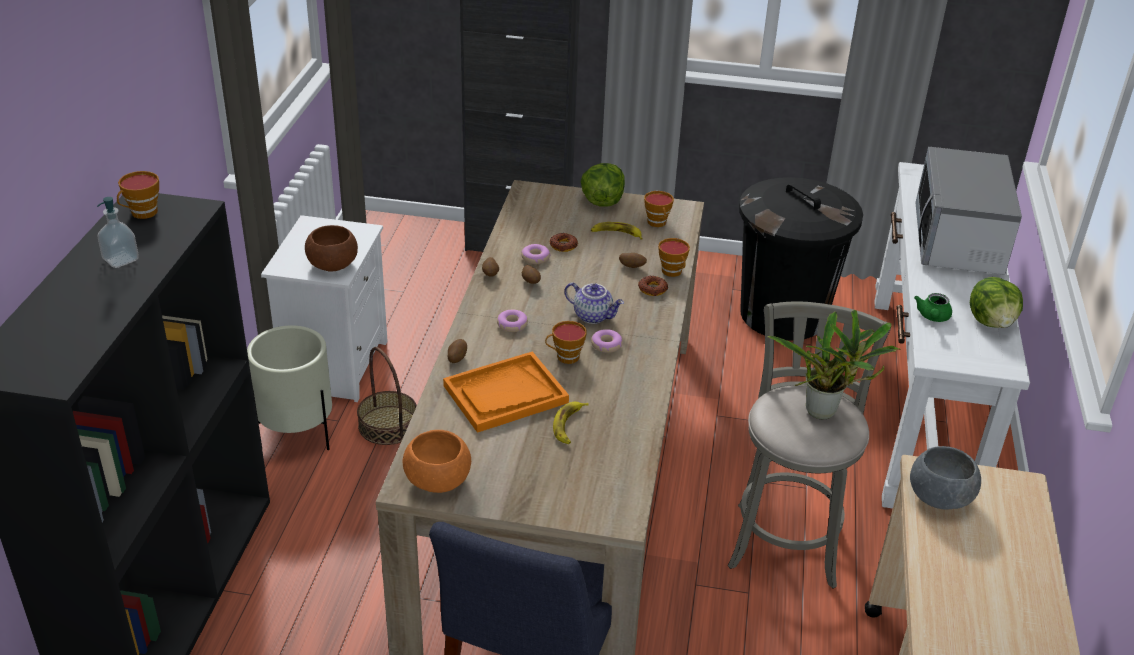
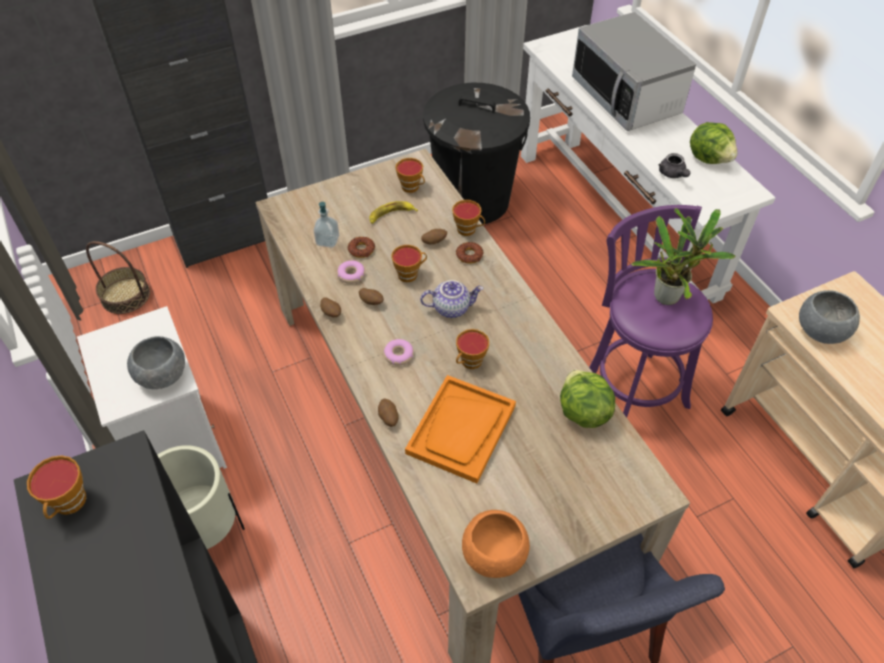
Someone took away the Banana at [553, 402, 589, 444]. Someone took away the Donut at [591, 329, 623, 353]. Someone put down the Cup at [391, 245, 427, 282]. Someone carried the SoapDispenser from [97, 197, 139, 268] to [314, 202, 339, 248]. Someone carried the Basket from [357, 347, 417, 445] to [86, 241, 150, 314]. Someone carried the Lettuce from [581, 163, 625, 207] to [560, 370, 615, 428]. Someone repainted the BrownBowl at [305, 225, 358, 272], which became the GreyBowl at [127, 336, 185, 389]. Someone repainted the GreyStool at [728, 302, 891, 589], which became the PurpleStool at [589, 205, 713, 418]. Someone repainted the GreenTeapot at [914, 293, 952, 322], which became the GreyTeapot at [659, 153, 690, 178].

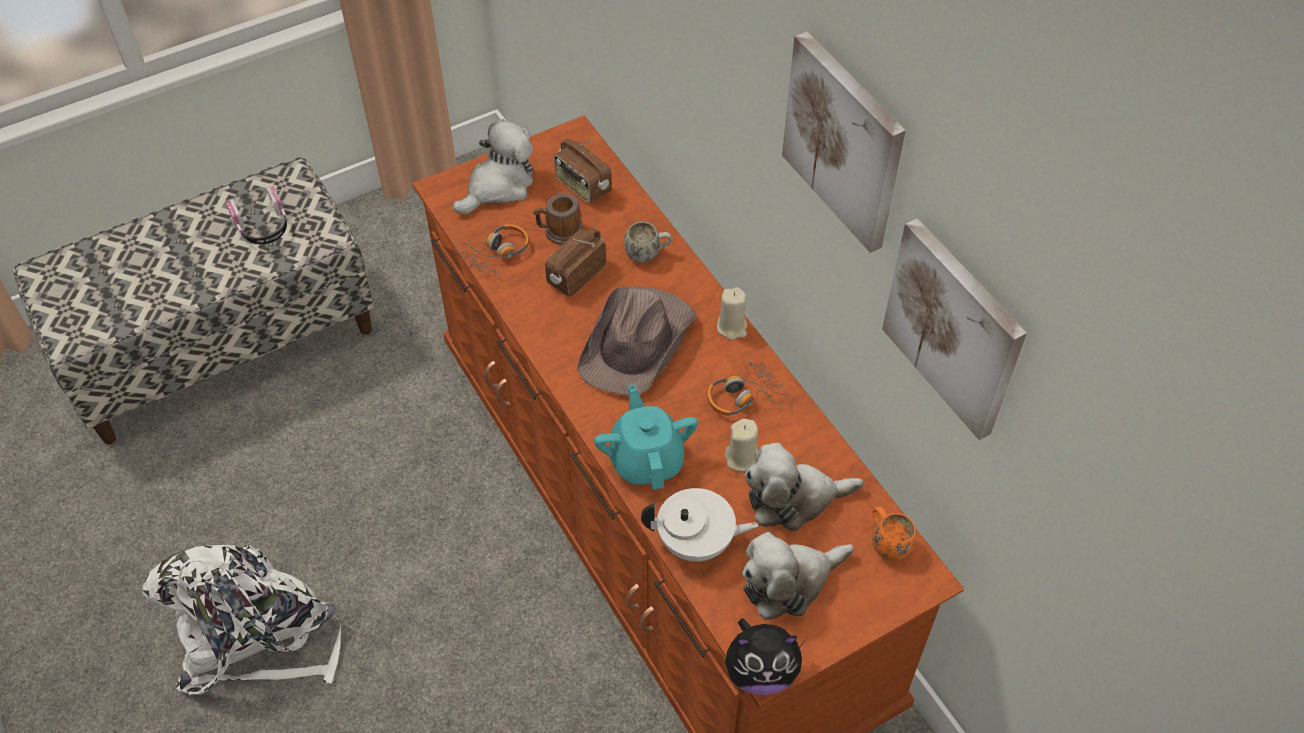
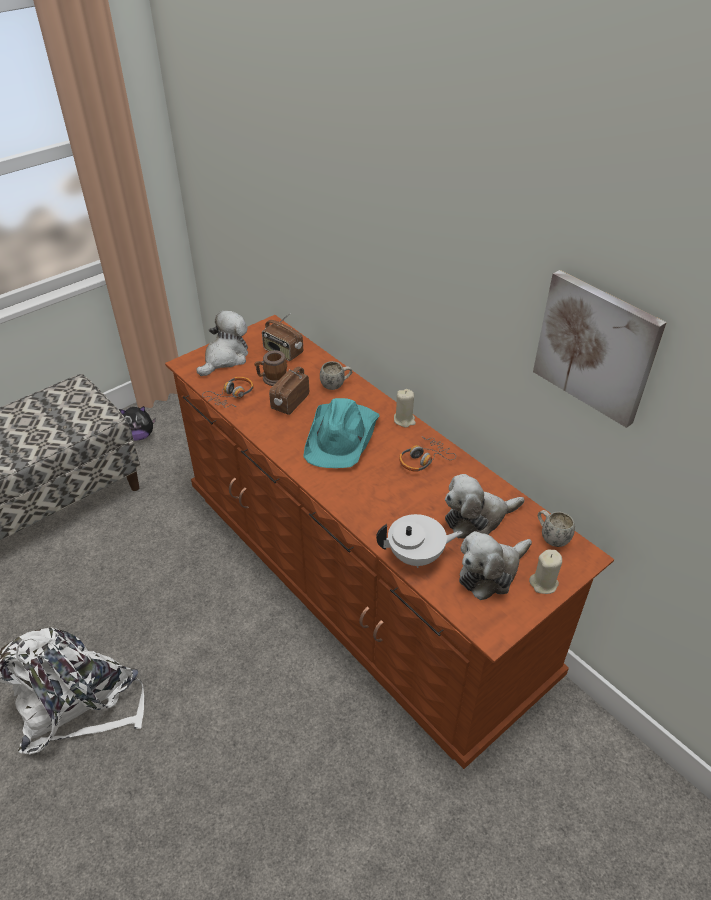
Someone took away the Headphones at [226, 186, 289, 244]. Someone took away the TurquoiseTeapot at [594, 384, 698, 489]. Someone took away the Picture at [782, 32, 906, 253]. Someone carried the BeigeCandle from [725, 419, 758, 472] to [529, 549, 562, 594]. Someone carried the PlushToy from [725, 618, 804, 695] to [119, 406, 156, 440]. Someone repainted the BrownHat at [577, 286, 697, 395], which became the TurquoiseHat at [303, 398, 380, 468]. Someone repainted the OrangeMug at [872, 507, 917, 561], which became the WhiteMug at [538, 510, 575, 547].

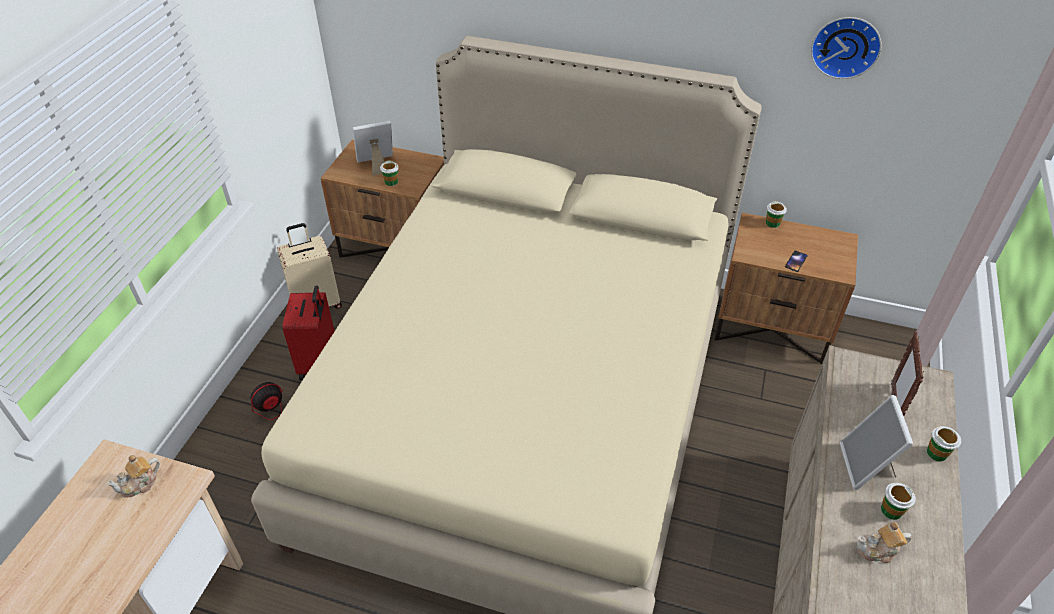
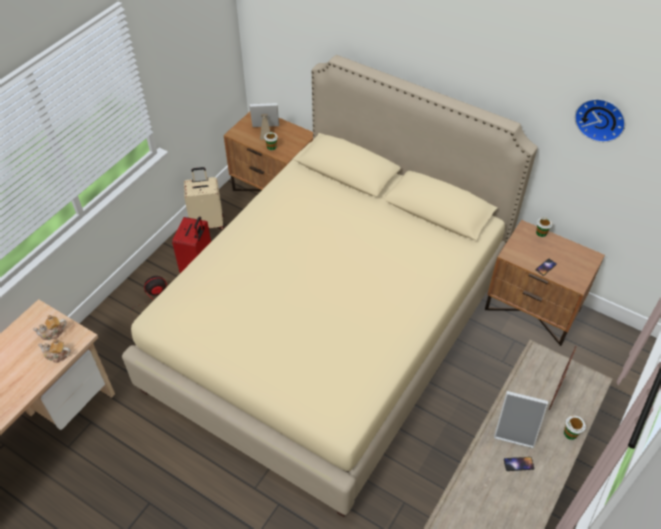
Someone carried the Teapot from [857, 522, 912, 563] to [38, 339, 71, 363]. Someone swapped the Cup at [881, 483, 916, 520] for the Phone at [504, 457, 535, 471]. Someone rotated the PictureFrame at [840, 395, 913, 490] by 90 degrees counterclockwise.

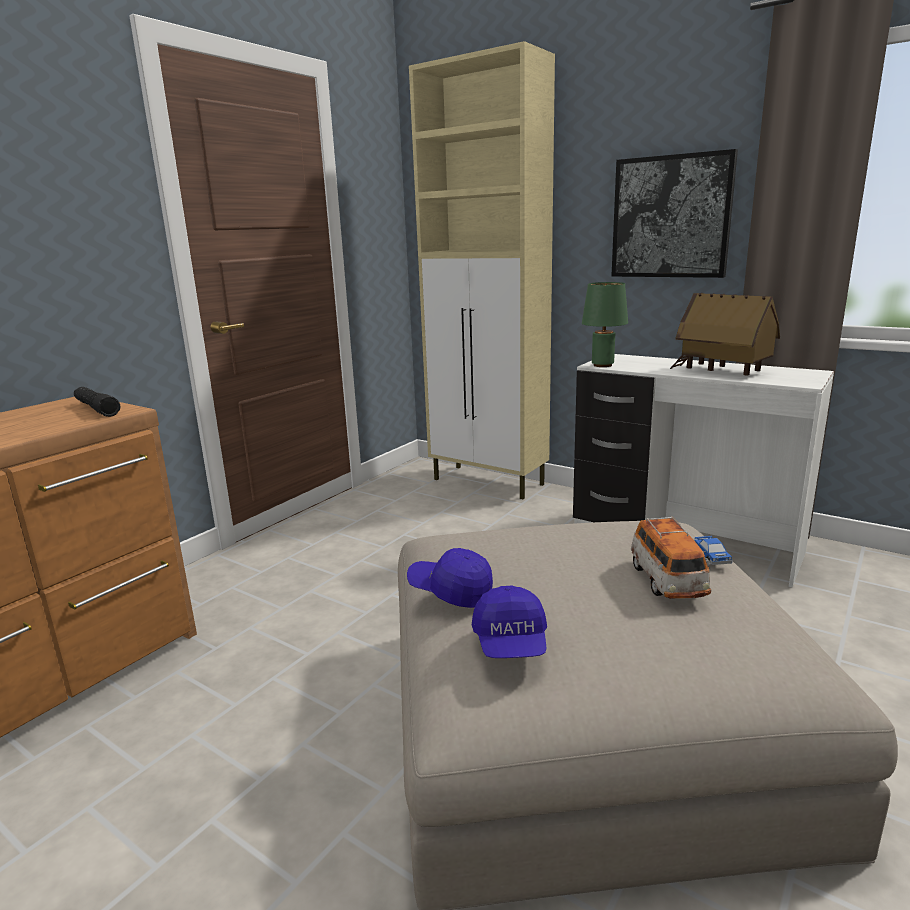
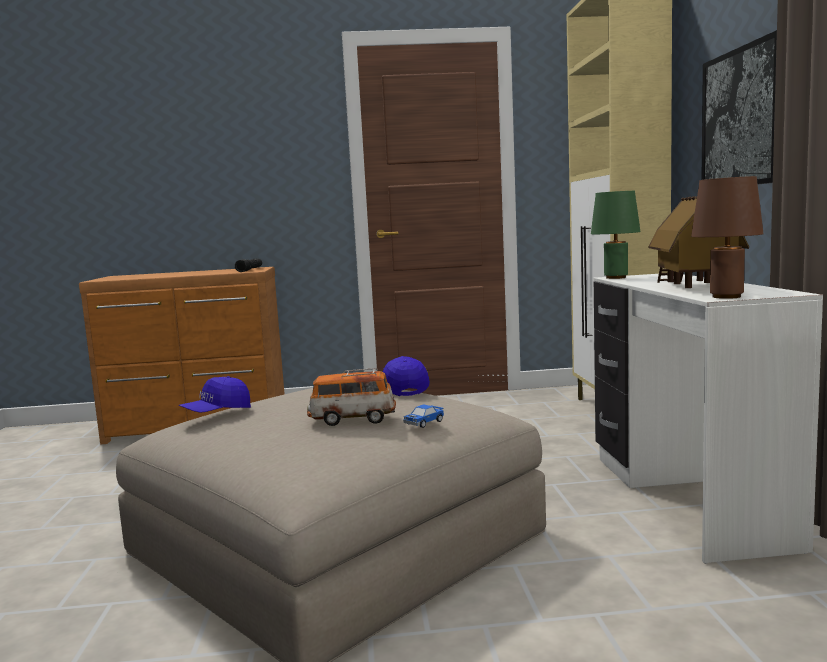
Someone put down the BrownTableLamp at [691, 176, 763, 299]. Someone carried the BlueCap from [407, 548, 493, 608] to [382, 356, 430, 396]. Someone rotated the ToyCar at [631, 516, 711, 599] by 45 degrees clockwise.

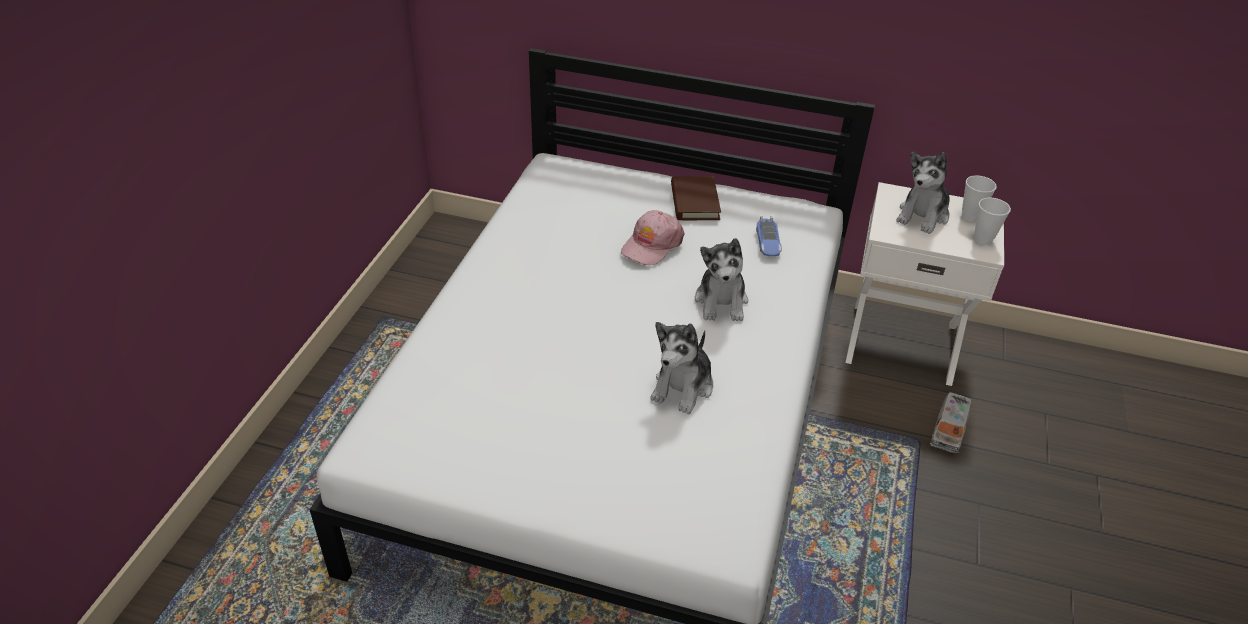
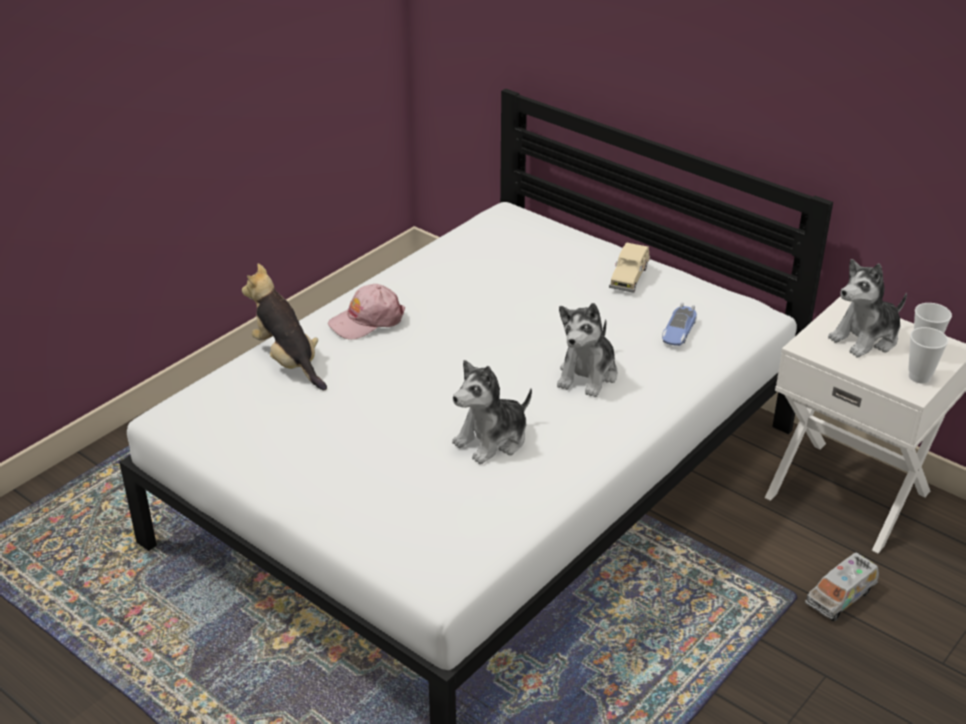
Someone put down the PlushToy at [242, 263, 327, 390]. Someone carried the PinkCap from [621, 210, 685, 266] to [328, 284, 405, 340]. Someone swapped the BrownBook at [671, 176, 721, 220] for the BeigeToyCar at [609, 243, 650, 293].

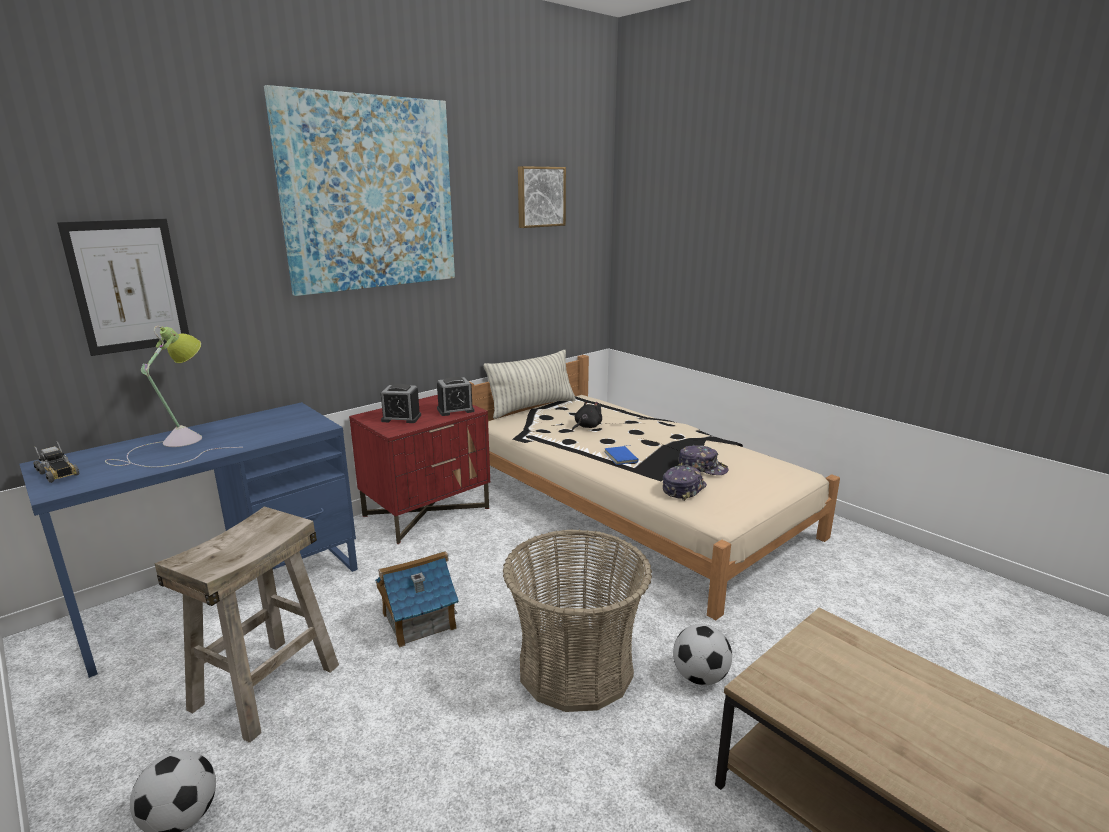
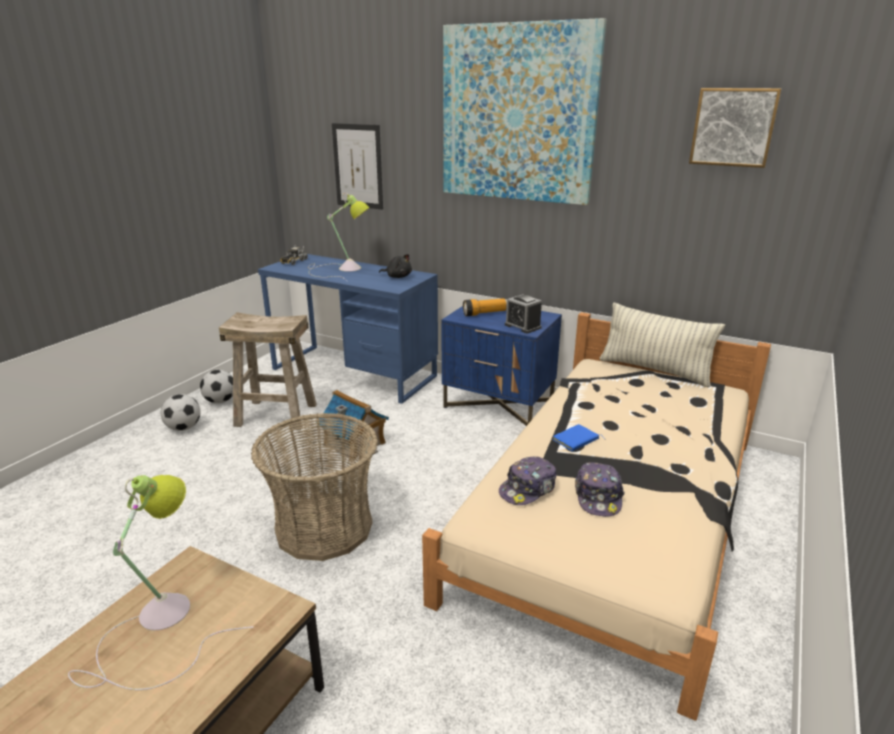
Someone put down the TableLamp at [68, 475, 254, 690]. Someone carried the BlackPlushToy from [572, 400, 602, 431] to [379, 254, 412, 278]. Someone carried the Football from [673, 624, 732, 685] to [200, 370, 233, 404]. Someone swapped the AlarmClock at [381, 384, 421, 423] for the Flashlight at [463, 298, 507, 316]. Someone repainted the RedNightstand at [349, 395, 490, 544], which became the BlueNightstand at [442, 300, 562, 426]. Someone rotated the Cap at [662, 465, 707, 501] by 120 degrees clockwise.

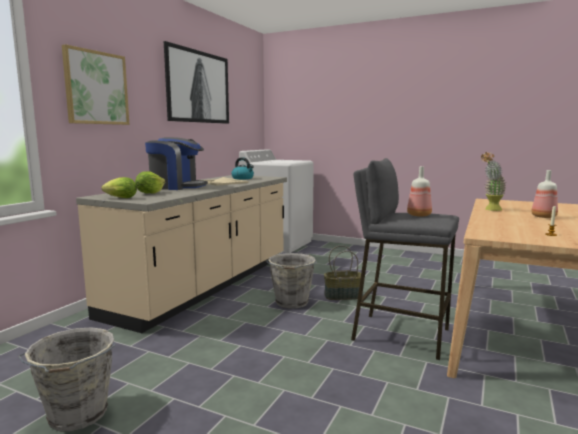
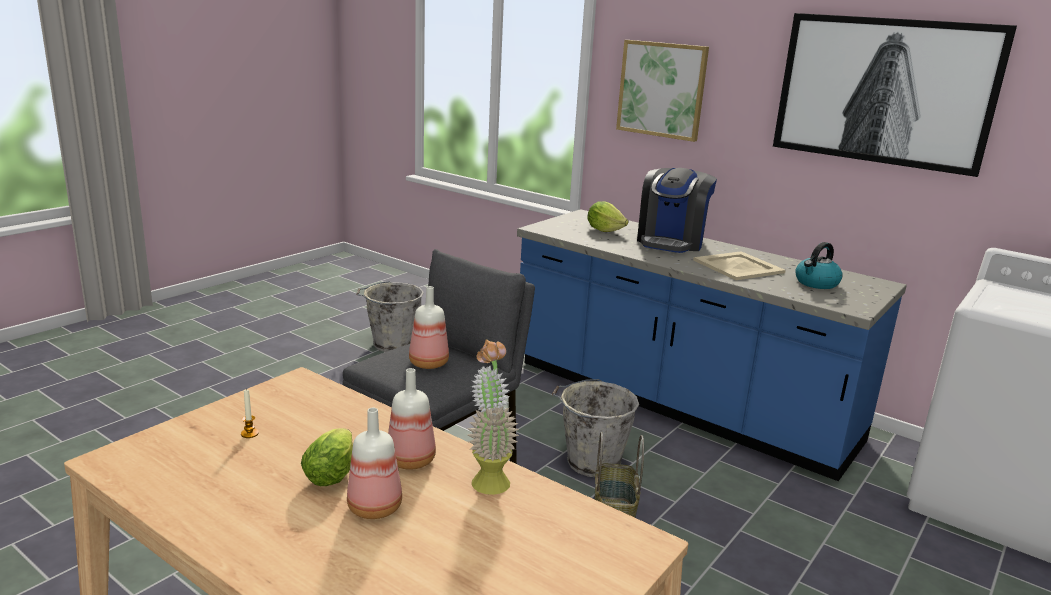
Someone put down the Bottle at [388, 368, 436, 470]. Someone carried the Lettuce from [101, 177, 137, 198] to [301, 428, 353, 486]. Someone repainted the BeigeCounter at [76, 175, 287, 333], which became the BlueCounter at [517, 209, 907, 481].

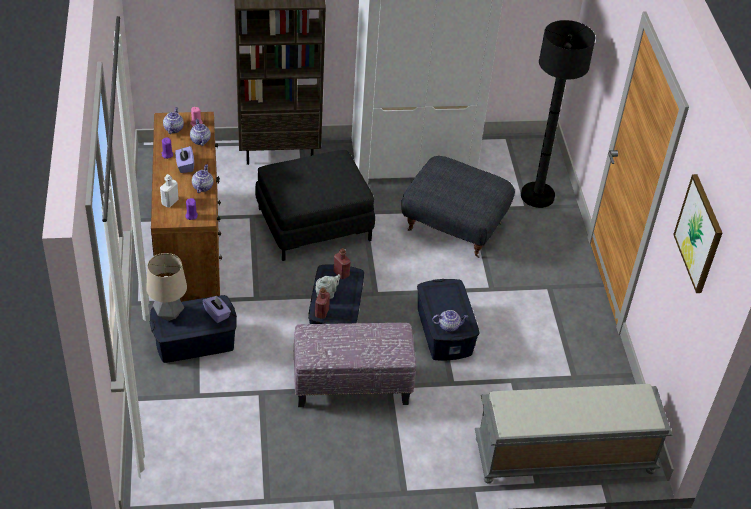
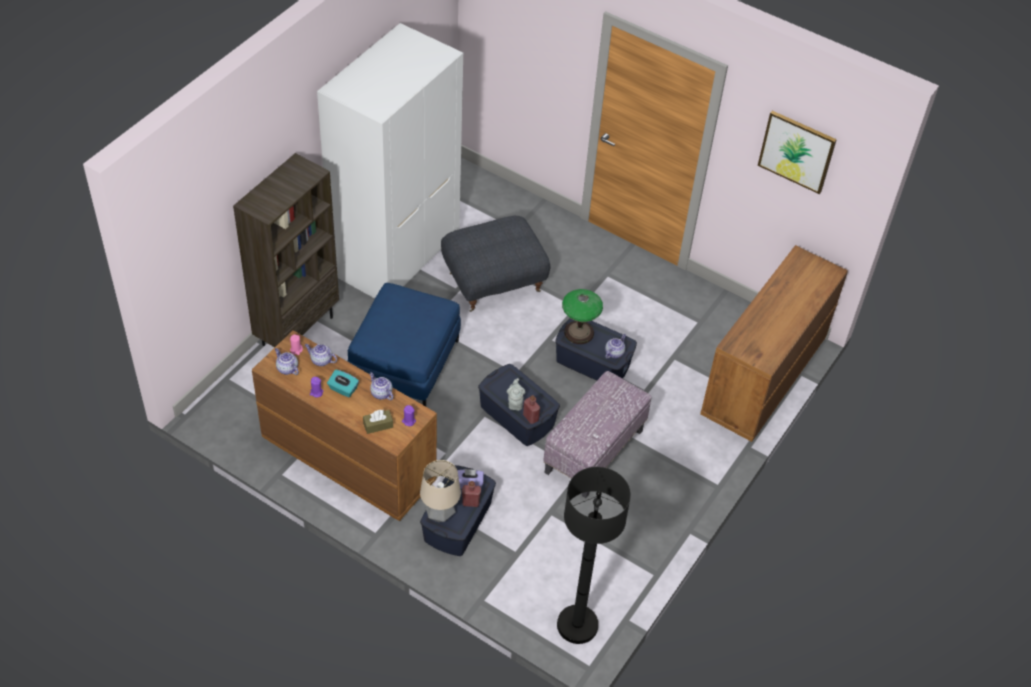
Someone put down the TableLamp at [562, 289, 603, 344]. Someone carried the RedBottle from [334, 248, 351, 279] to [462, 481, 481, 507]. Someone carried the BlackFloorLamp from [521, 20, 595, 208] to [557, 467, 631, 644]. Someone swapped the WhiteBottle at [160, 174, 179, 207] for the BrownTissueBox at [363, 410, 393, 434]. Someone swapped the GreyBench at [475, 384, 672, 484] for the BrownDresser at [700, 245, 848, 442]. Someone repainted the PurpleTissueBox at [175, 146, 194, 173], which became the TurquoiseTissueBox at [327, 370, 359, 397]. Someone repainted the BlackOttoman at [255, 150, 375, 261], which became the BlueOttoman at [348, 283, 461, 406].

